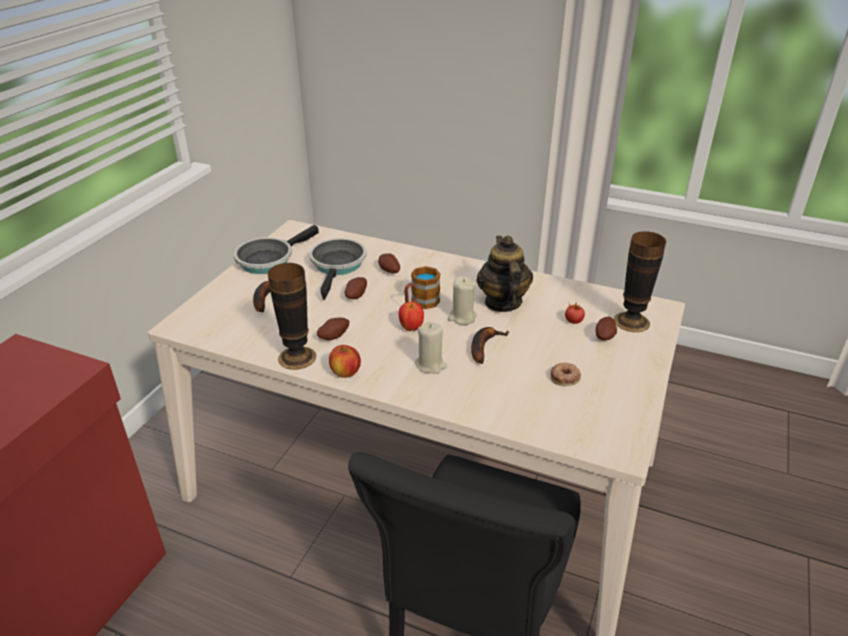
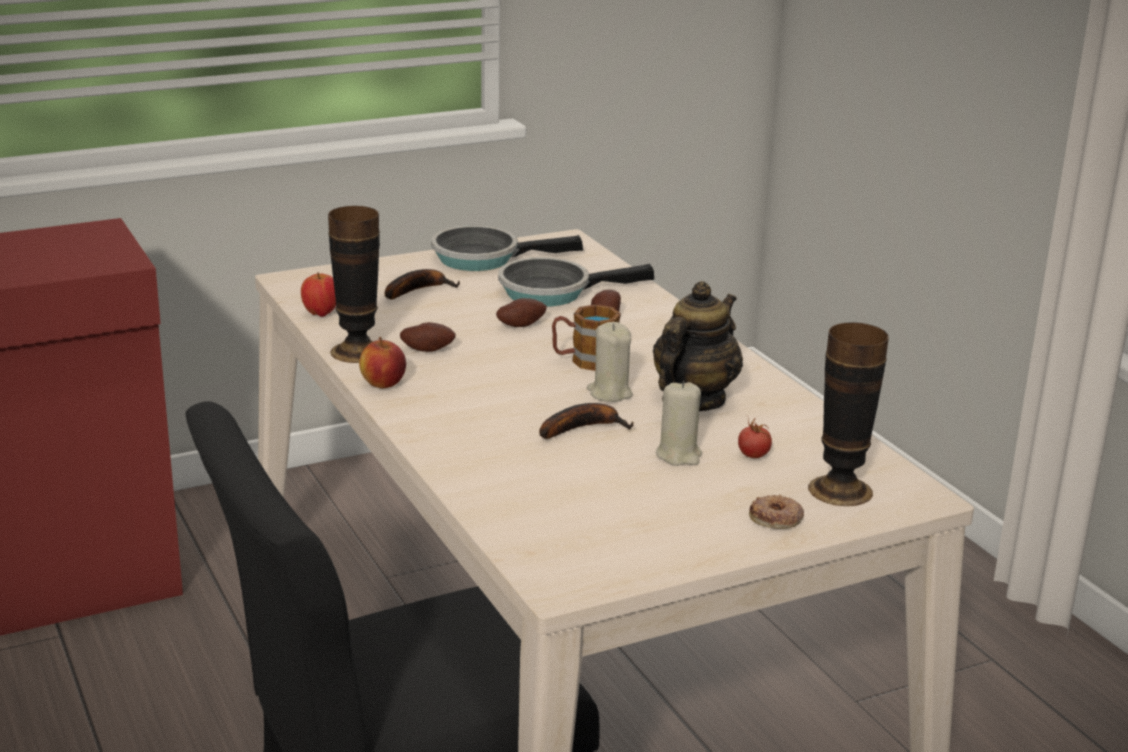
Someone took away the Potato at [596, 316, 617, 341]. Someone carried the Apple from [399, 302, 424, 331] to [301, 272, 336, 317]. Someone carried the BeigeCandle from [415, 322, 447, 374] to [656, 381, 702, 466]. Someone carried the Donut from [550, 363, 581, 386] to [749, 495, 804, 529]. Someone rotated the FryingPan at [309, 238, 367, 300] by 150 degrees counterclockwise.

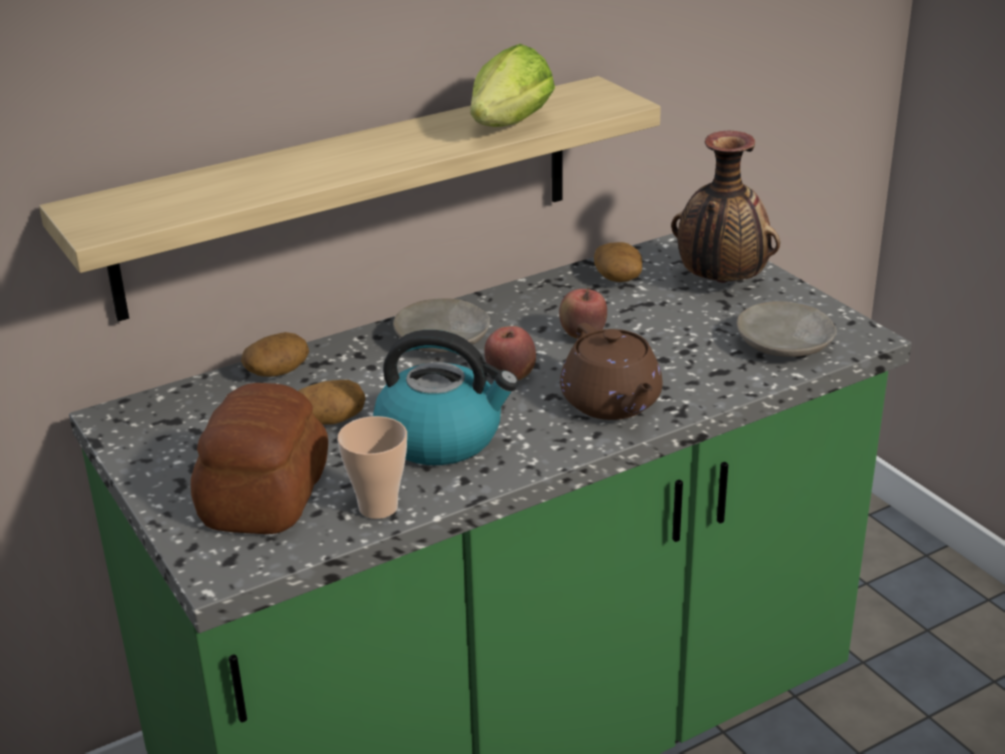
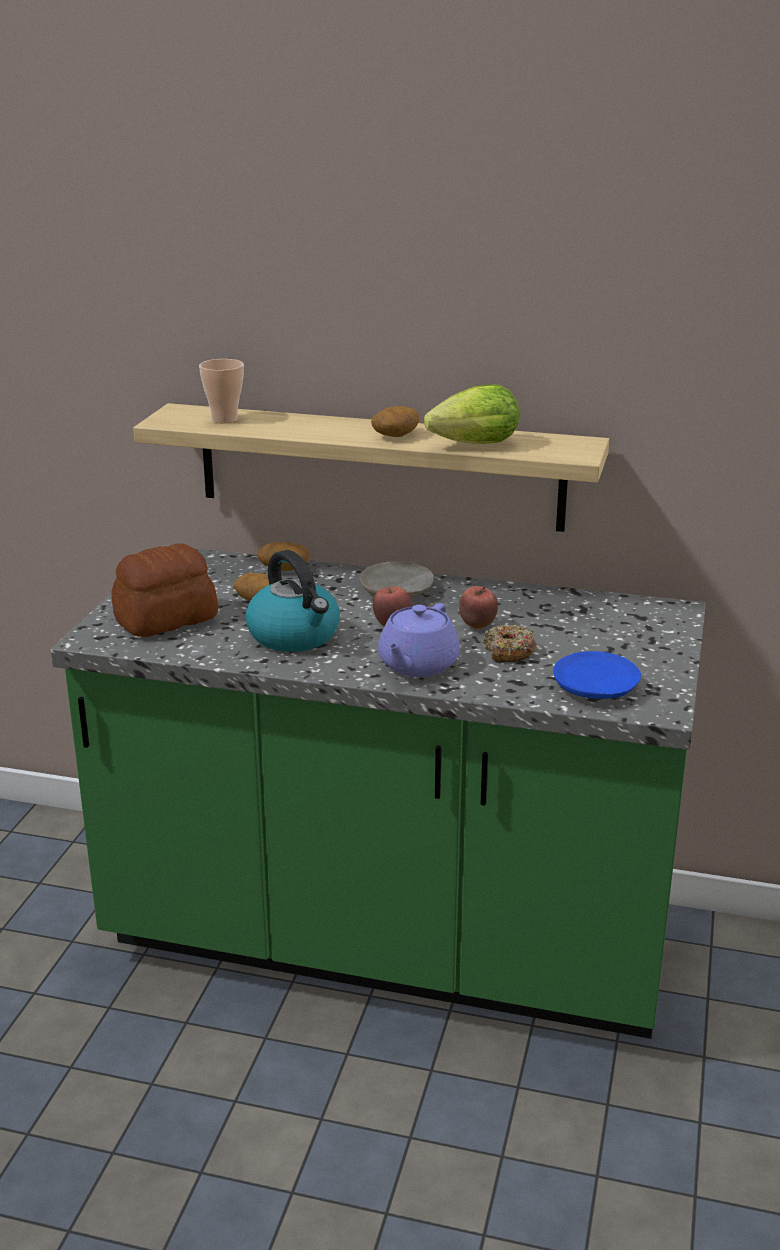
Someone took away the Vase at [671, 131, 780, 283]. Someone put down the Donut at [483, 625, 537, 662]. Someone carried the Cup from [337, 416, 407, 519] to [199, 359, 244, 424]. Someone carried the Potato from [594, 242, 642, 282] to [371, 406, 419, 437]. Someone repainted the BrownTeapot at [560, 323, 663, 420], which became the PurpleTeapot at [378, 603, 460, 677]. Someone repainted the BeigePlate at [737, 301, 837, 357], which became the BluePlate at [553, 651, 641, 699].

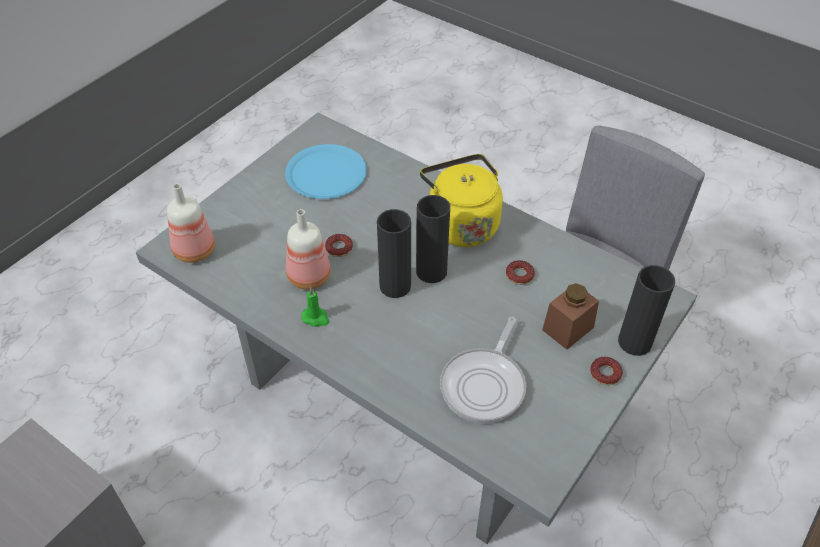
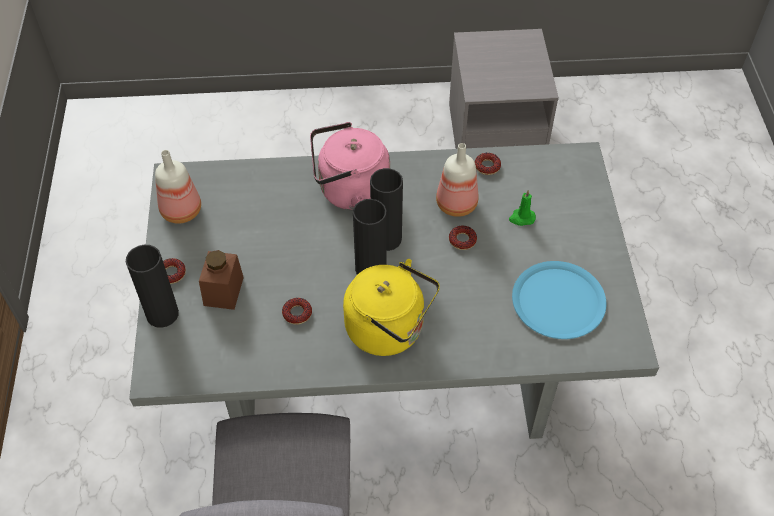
Someone took away the FryingPan at [440, 317, 526, 423]. Someone put down the PinkKettle at [310, 122, 390, 210]. Someone put down the Donut at [475, 153, 501, 175]. Someone carried the Bottle from [167, 183, 215, 263] to [155, 150, 201, 224]. Someone carried the GreenCandle from [301, 287, 329, 327] to [509, 190, 536, 226].

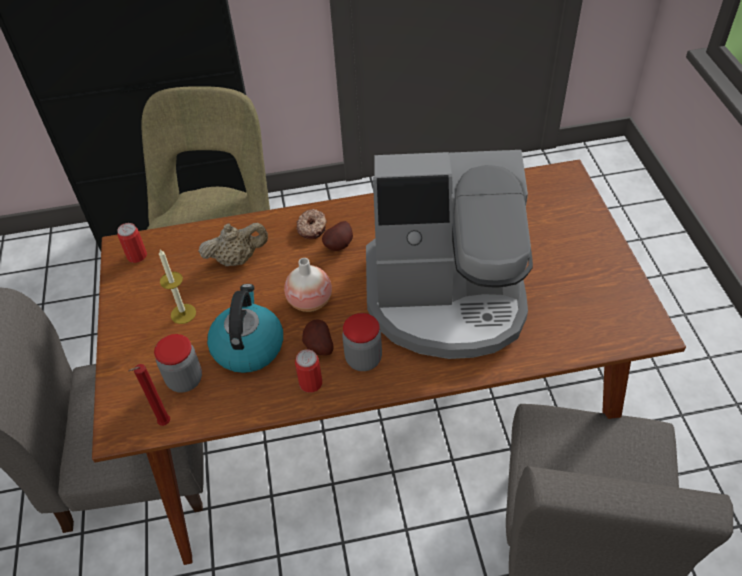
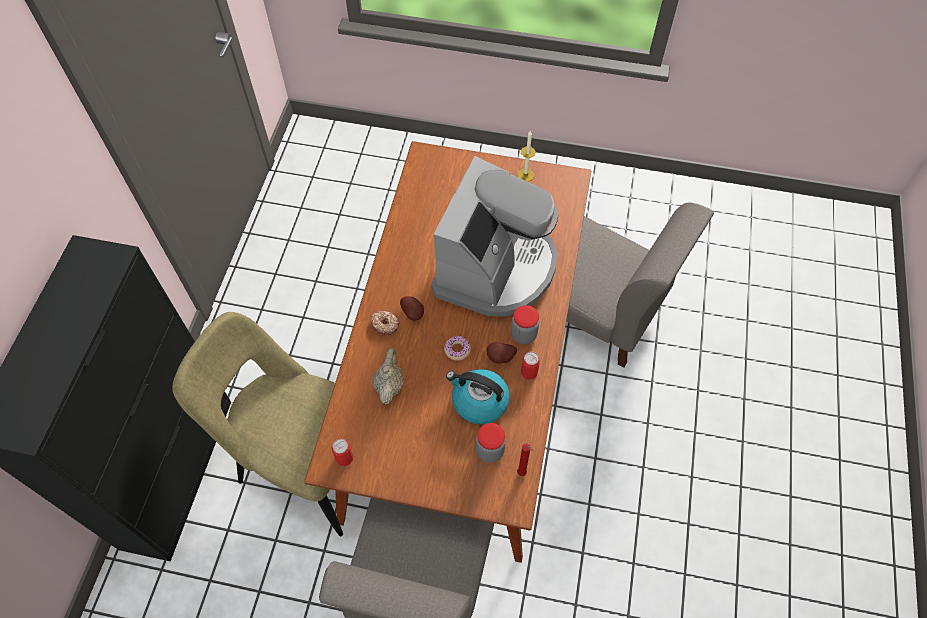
Someone carried the Candle from [159, 249, 196, 324] to [517, 131, 536, 182]. Someone swapped the Vase at [284, 258, 332, 312] for the Donut at [444, 336, 471, 361].

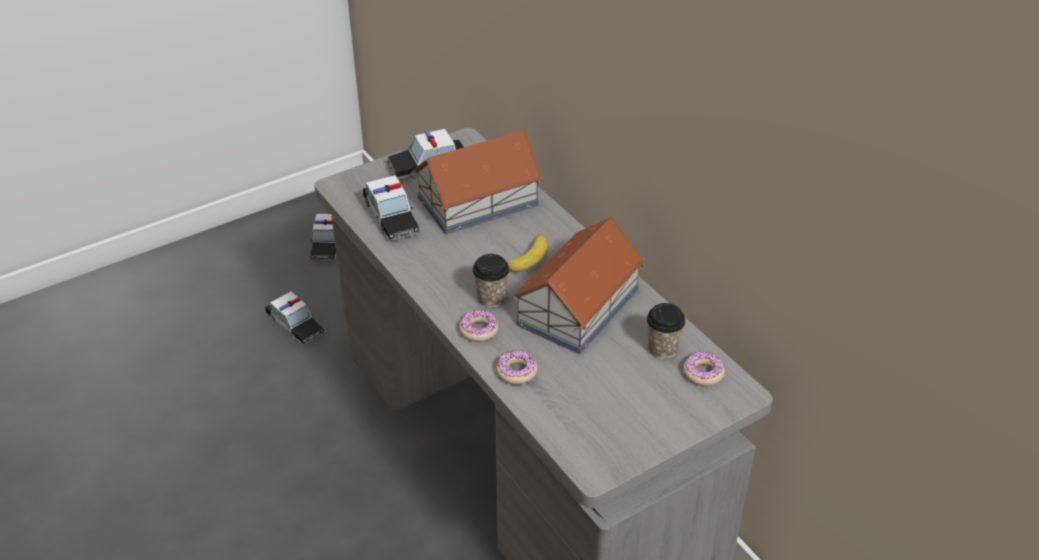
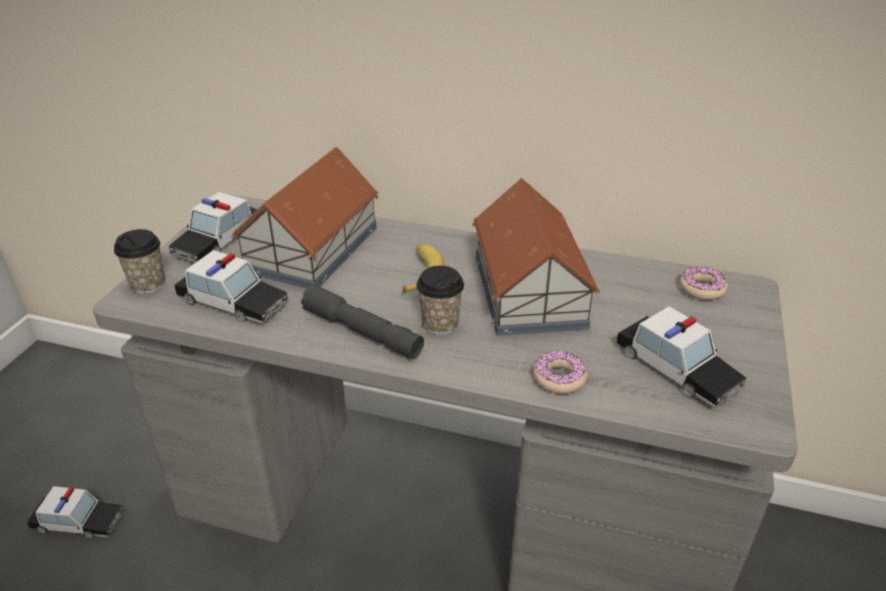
Someone took away the Donut at [459, 310, 499, 342]. Someone put down the GreyFlashlight at [301, 285, 424, 359]. Someone carried the ToyCar from [310, 214, 336, 261] to [616, 306, 746, 408]. Someone carried the Cup from [647, 303, 686, 359] to [114, 229, 165, 294].

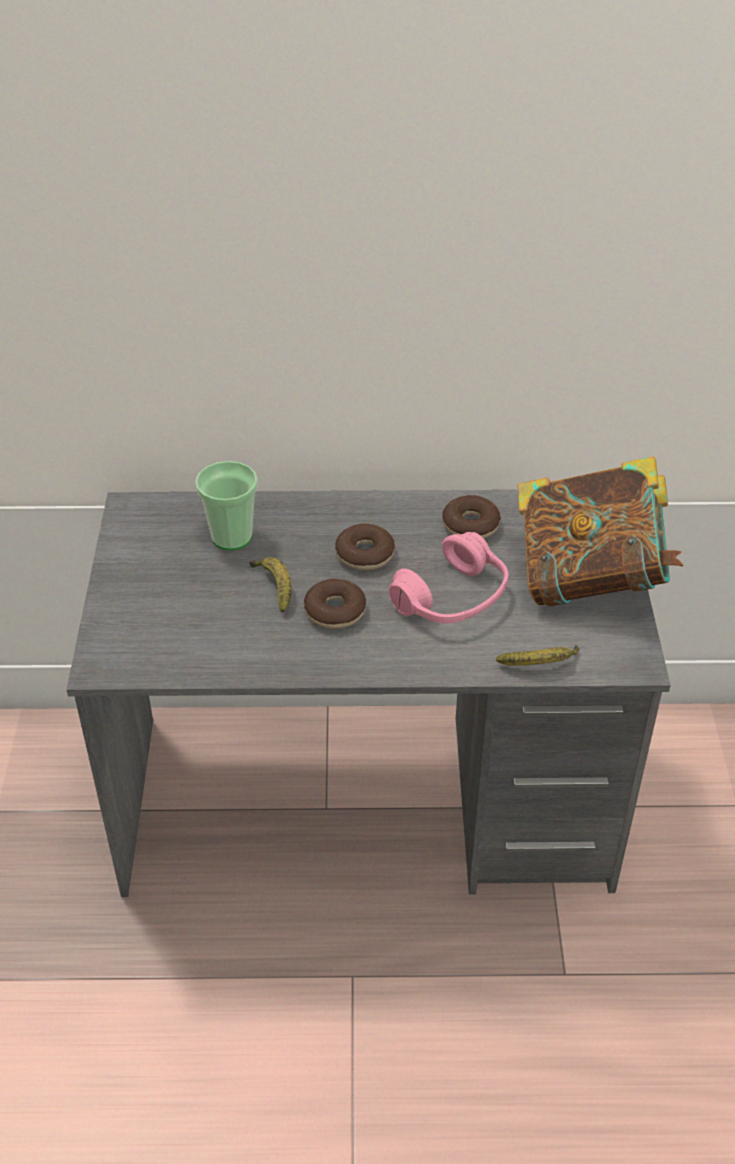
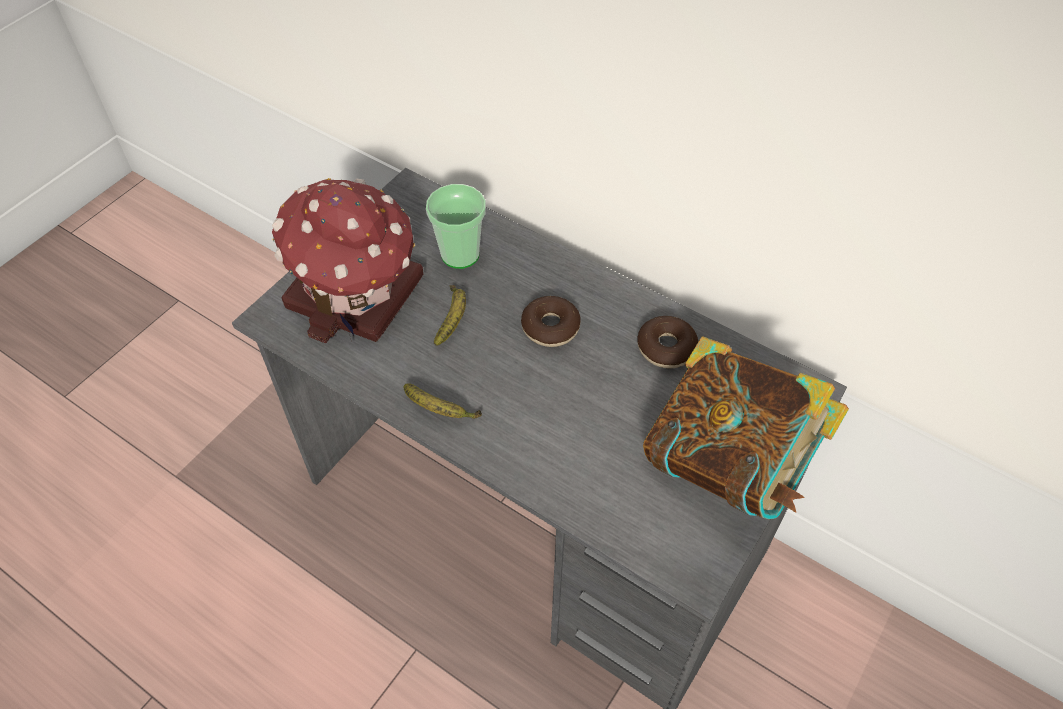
Someone took away the Donut at [304, 579, 366, 629]. Someone took away the PinkHeadphones at [389, 532, 508, 624]. Someone put down the ToyHouse at [272, 178, 423, 343]. Someone carried the Banana from [496, 645, 579, 666] to [404, 383, 482, 419].

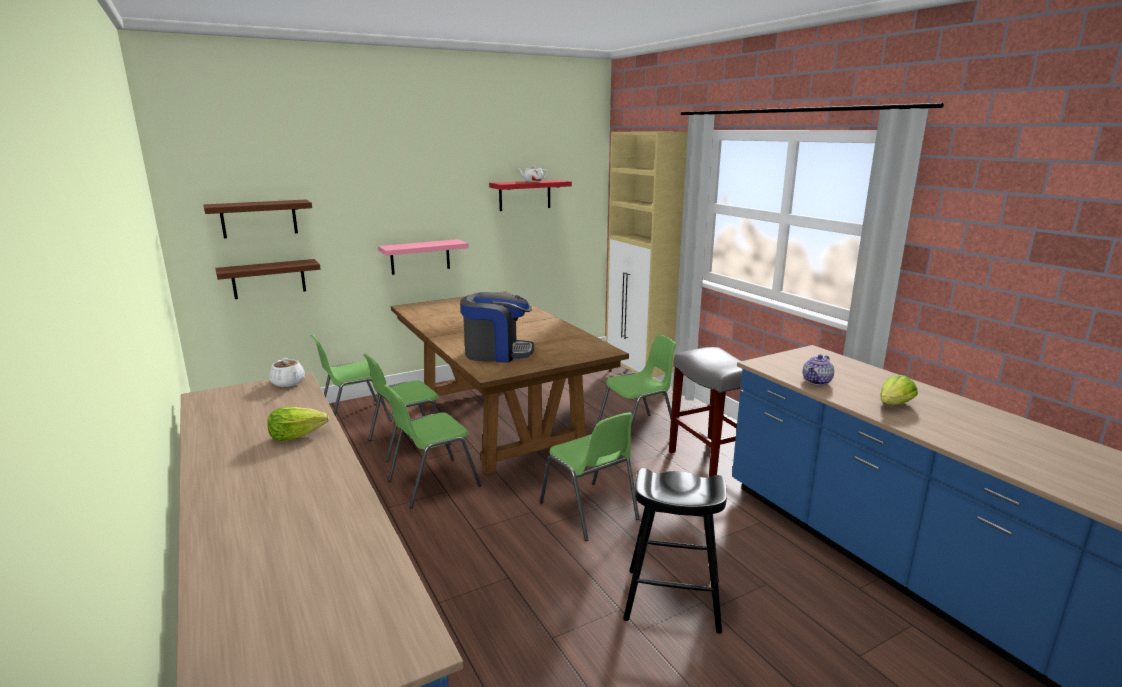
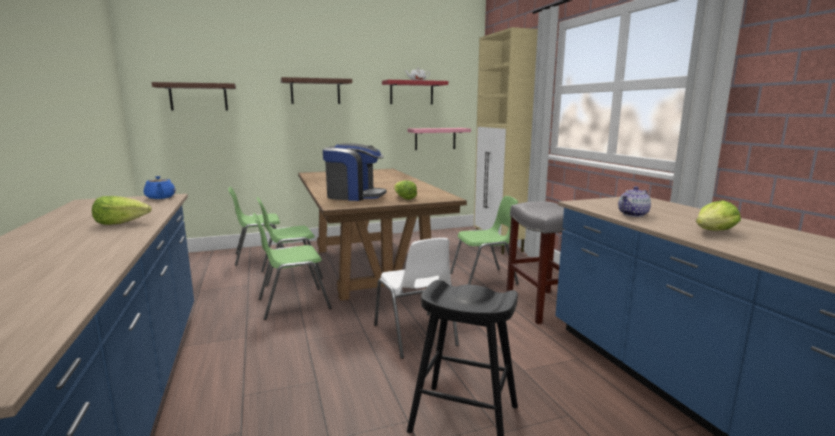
Someone put down the Lettuce at [394, 180, 417, 200]. Someone carried the BrownShelf from [215, 259, 321, 299] to [281, 77, 352, 104]. Someone carried the PinkShelf from [378, 239, 469, 275] to [408, 128, 471, 150]. Someone repainted the WhiteTeapot at [269, 358, 305, 387], which became the BlueTeapot at [144, 176, 176, 199]. Someone repainted the GreenChair at [540, 412, 640, 541], which became the WhiteChair at [374, 238, 459, 359].

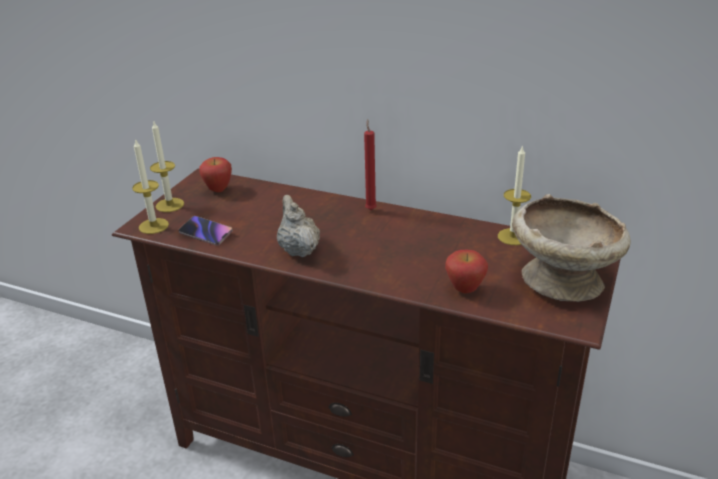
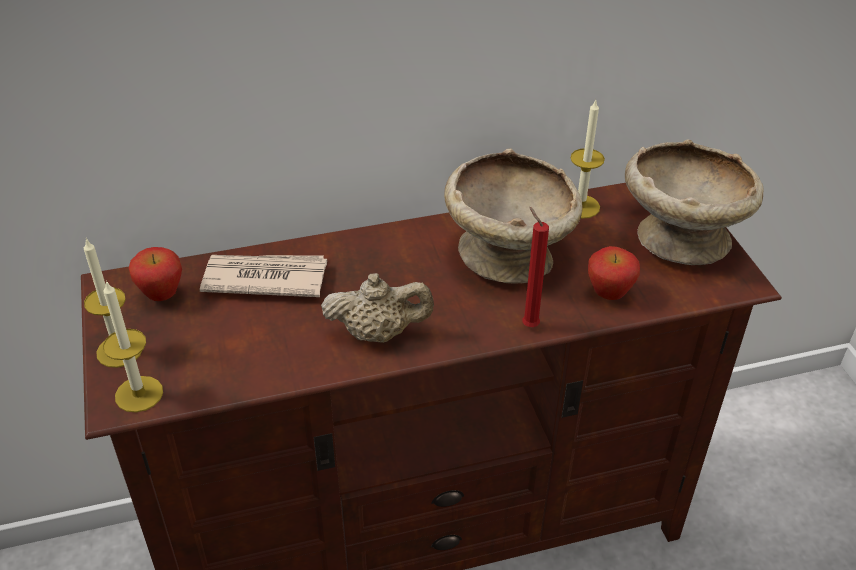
Someone took away the Phone at [178, 216, 233, 246]. Someone put down the Newspaper at [200, 255, 327, 297]. Someone put down the BeigeBowl at [444, 149, 583, 284]. Someone carried the RedCandle from [364, 119, 377, 210] to [522, 207, 549, 327]. Someone rotated the BeigeTeapot at [277, 195, 320, 257] by 150 degrees clockwise.

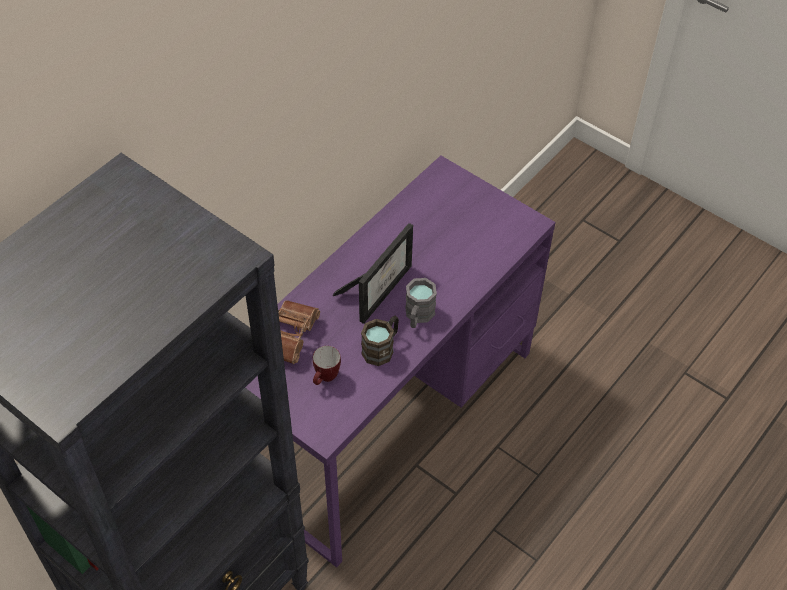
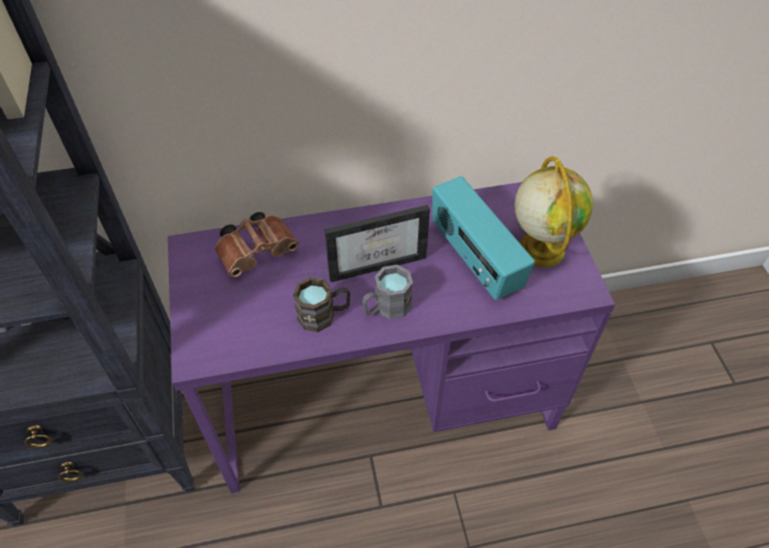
Someone took away the Mug at [313, 346, 341, 385]. Someone put down the Radio at [433, 176, 535, 300]. Someone put down the Globe at [514, 156, 593, 267].

